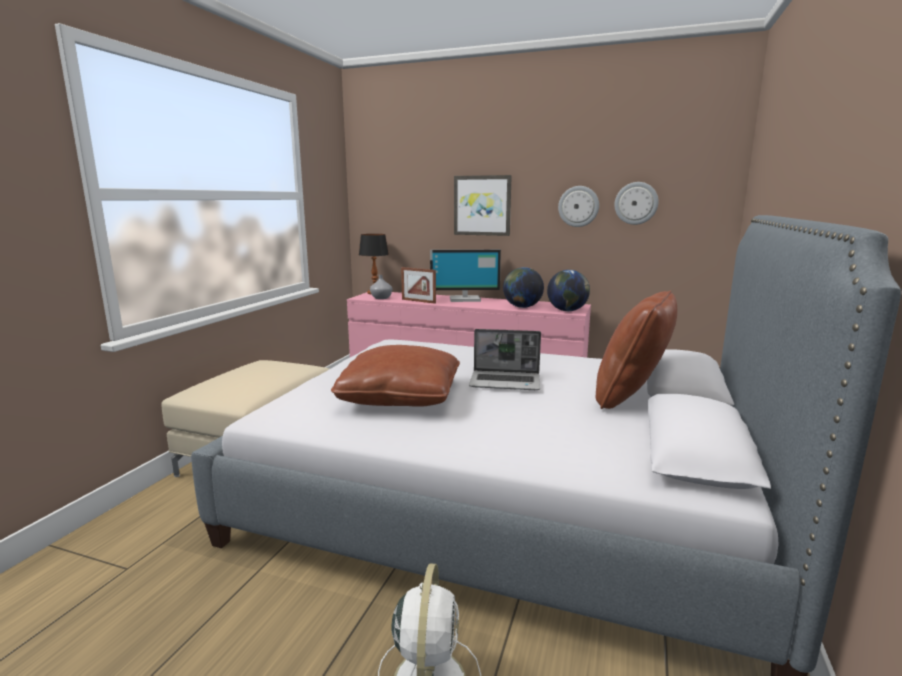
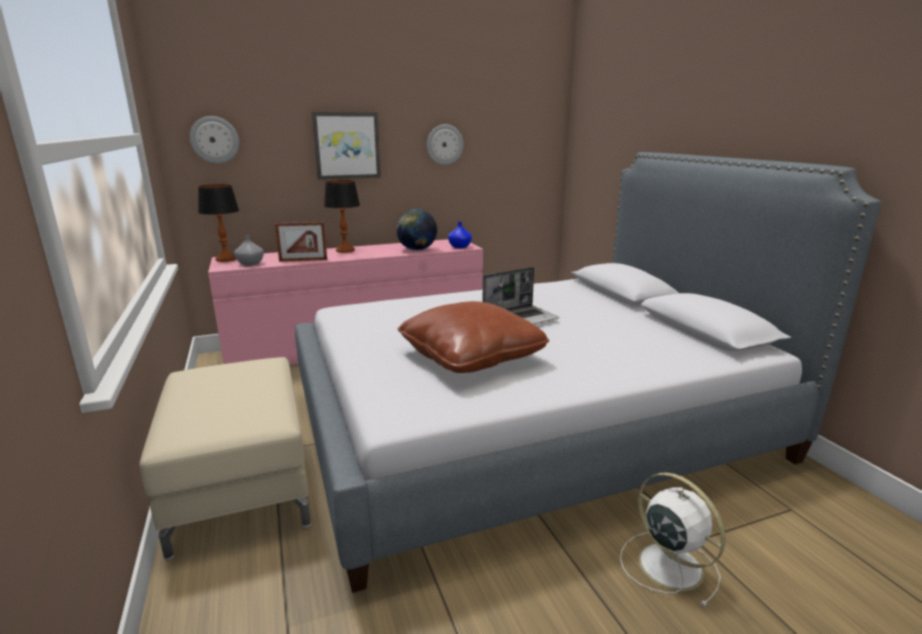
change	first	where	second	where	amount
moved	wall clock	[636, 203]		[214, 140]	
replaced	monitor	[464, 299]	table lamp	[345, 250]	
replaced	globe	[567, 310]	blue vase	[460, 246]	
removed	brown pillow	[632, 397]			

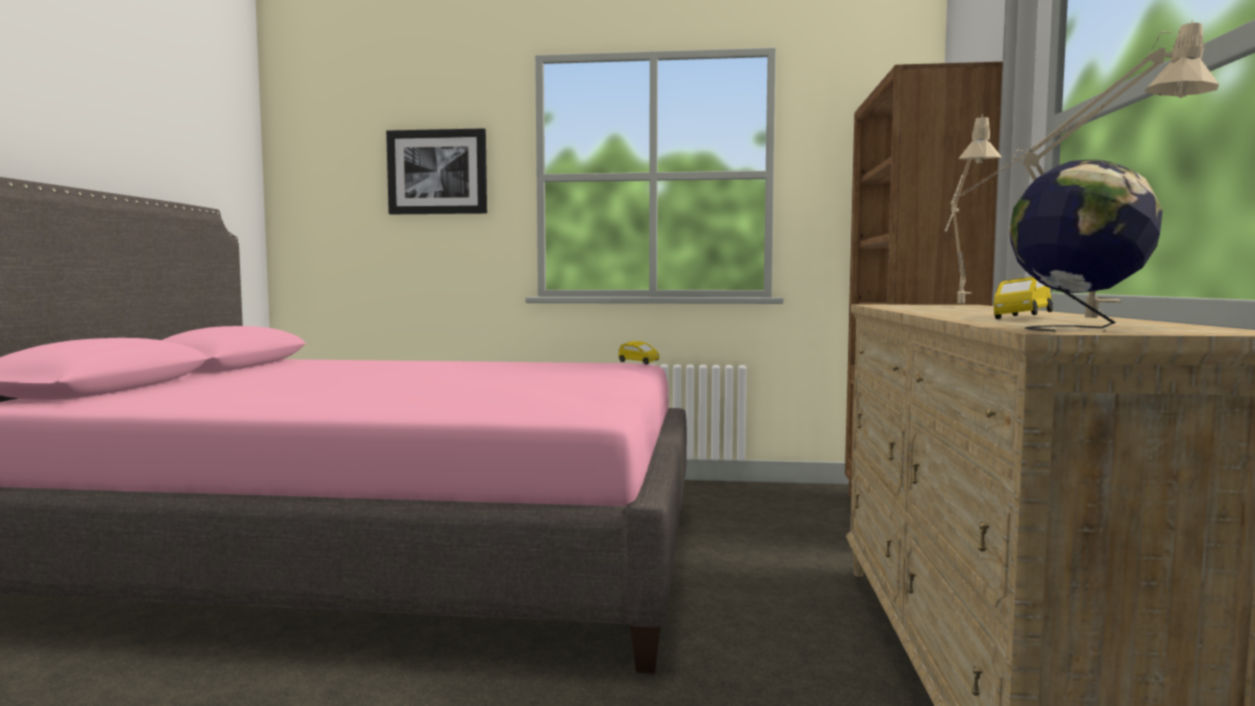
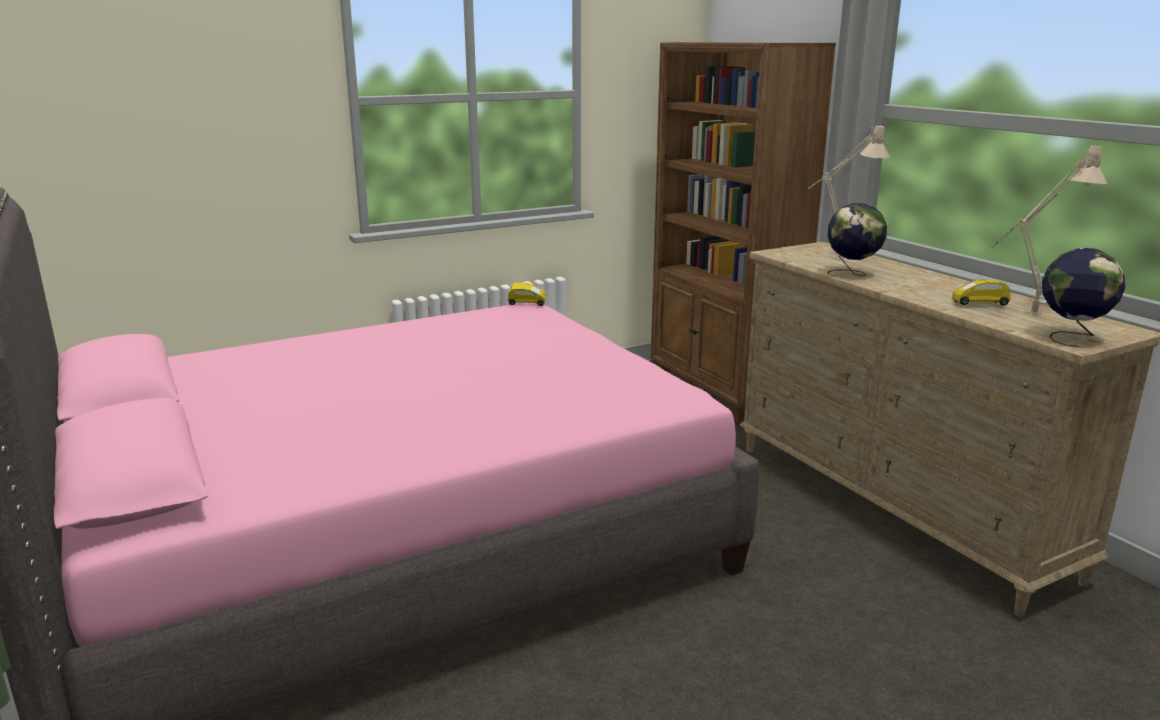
change	first	where	second	where	amount
added			globe	[852, 274]	
turned	yellow toy car	[1020, 318]		[979, 305]	90 degrees clockwise
removed	picture	[437, 172]			

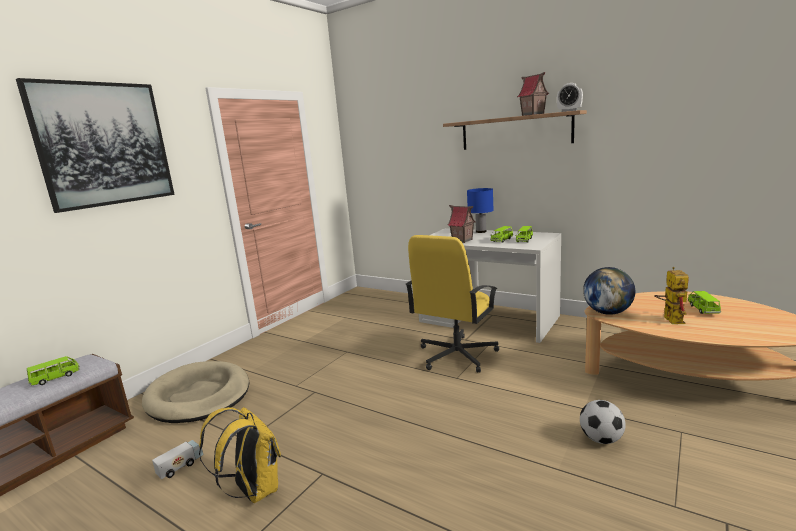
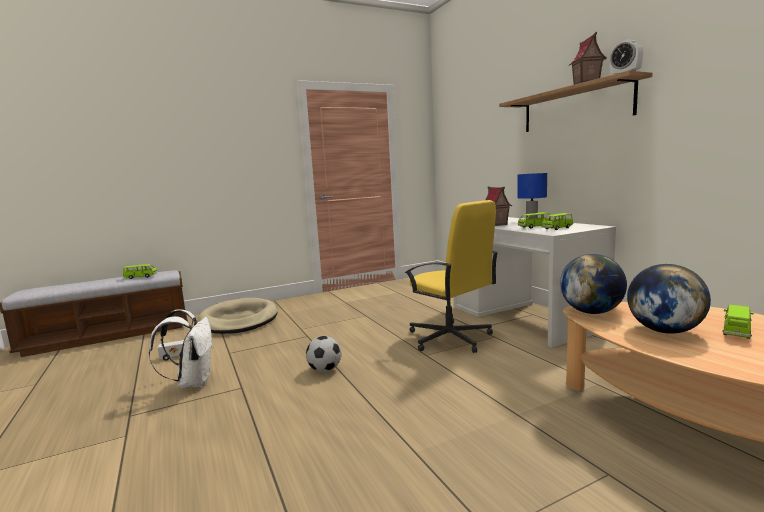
change	first	where	second	where	amount
recoloured	yellow backpack	[253, 490]	white backpack	[193, 382]	
moved	football	[601, 439]		[325, 370]	
turned	yellow office chair	[456, 355]		[450, 338]	105 degrees counterclockwise
replaced	toy robot	[669, 318]	globe	[664, 331]	
removed	picture	[104, 144]			

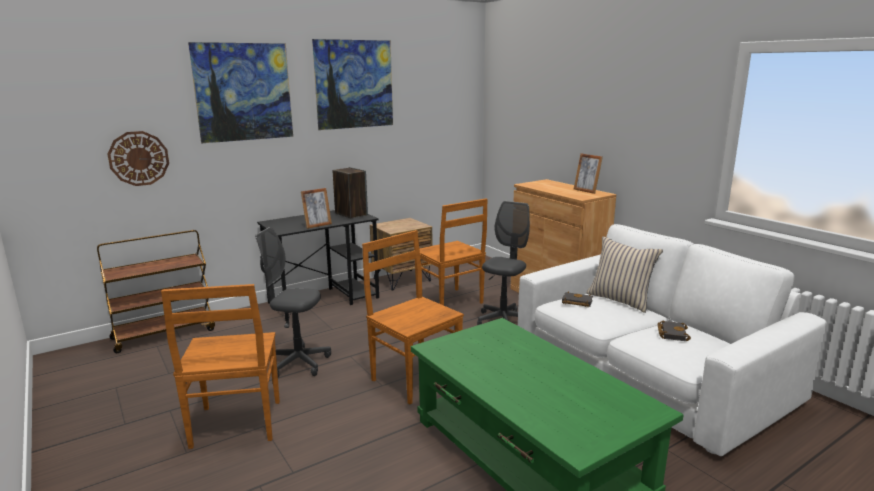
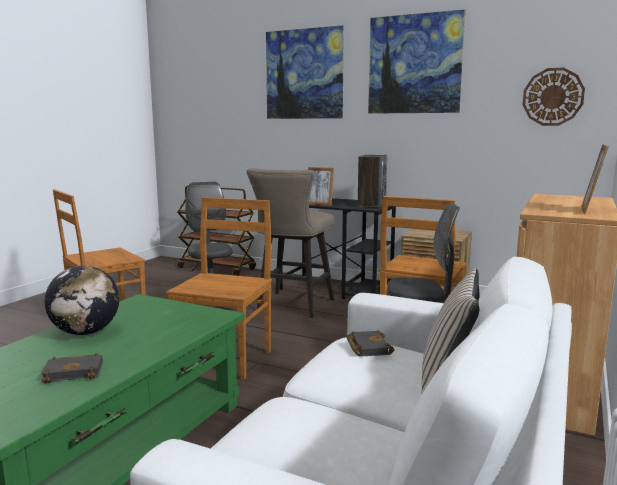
change	first	where	second	where	amount
moved	black book	[671, 333]		[75, 372]	
added			globe	[85, 332]	
added			beige stool	[292, 307]	
moved	wall clock	[139, 158]		[553, 97]	

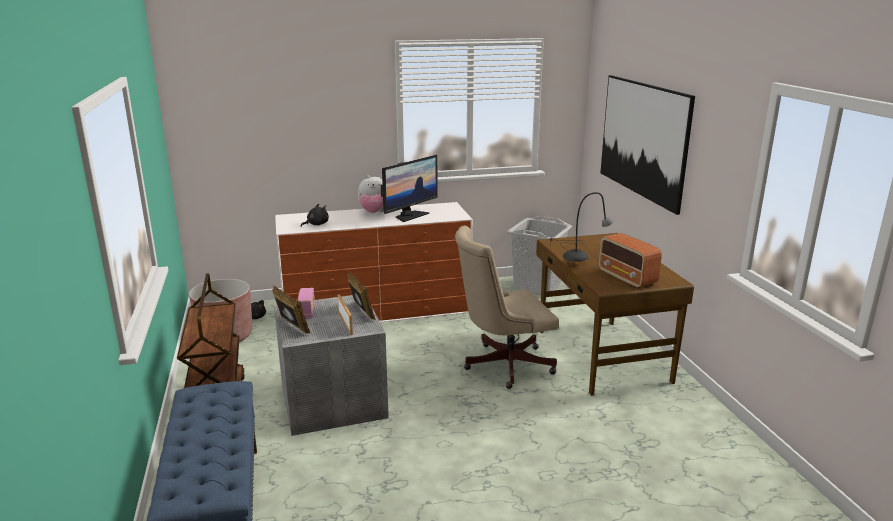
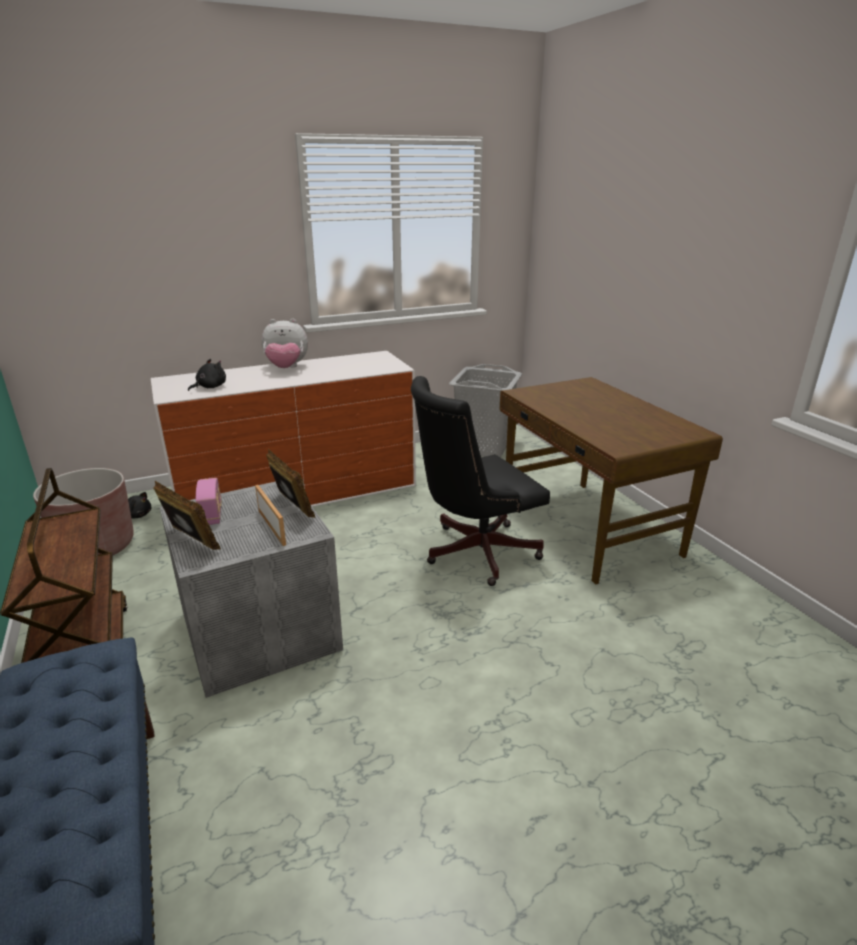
change	first	where	second	where	amount
recoloured	beige office chair	[502, 365]	black office chair	[474, 552]	
removed	monitor	[409, 215]			
removed	grey table lamp	[577, 259]			
removed	radio	[627, 278]			
removed	picture	[643, 139]			

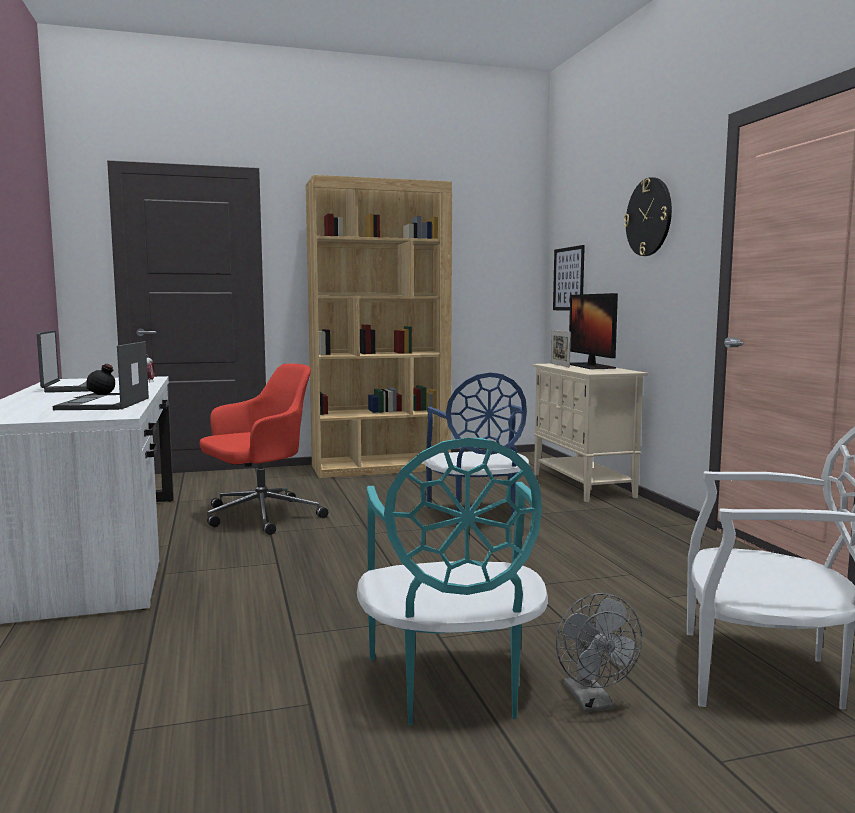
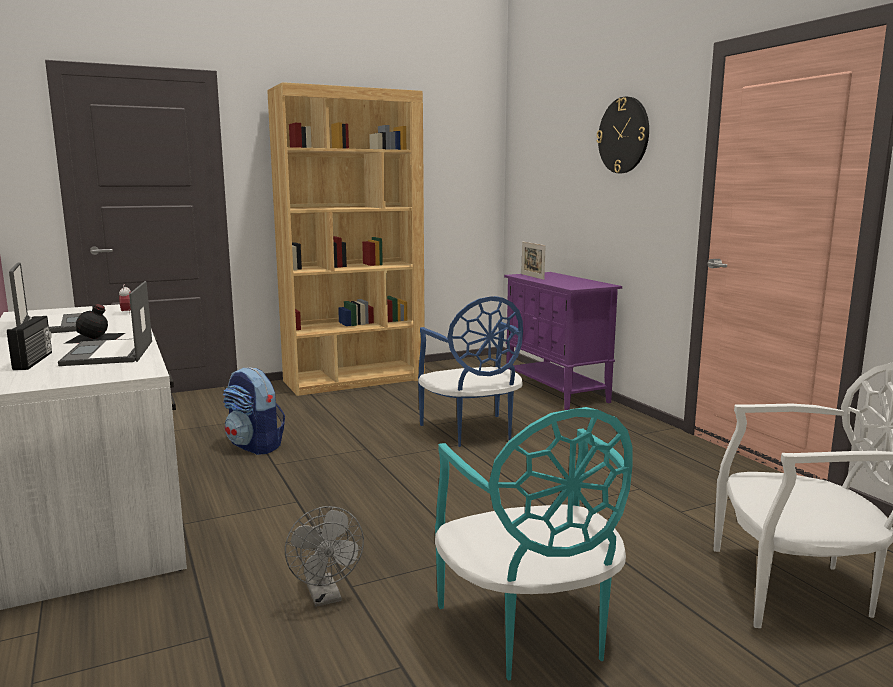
change	first	where	second	where	amount
added			radio	[34, 361]	
replaced	red office chair	[260, 516]	backpack	[255, 446]	
moved	grey fan	[593, 702]		[326, 597]	
recoloured	beige cabinet	[583, 485]	purple cabinet	[556, 391]	
removed	picture	[568, 279]			
removed	monitor	[590, 366]			

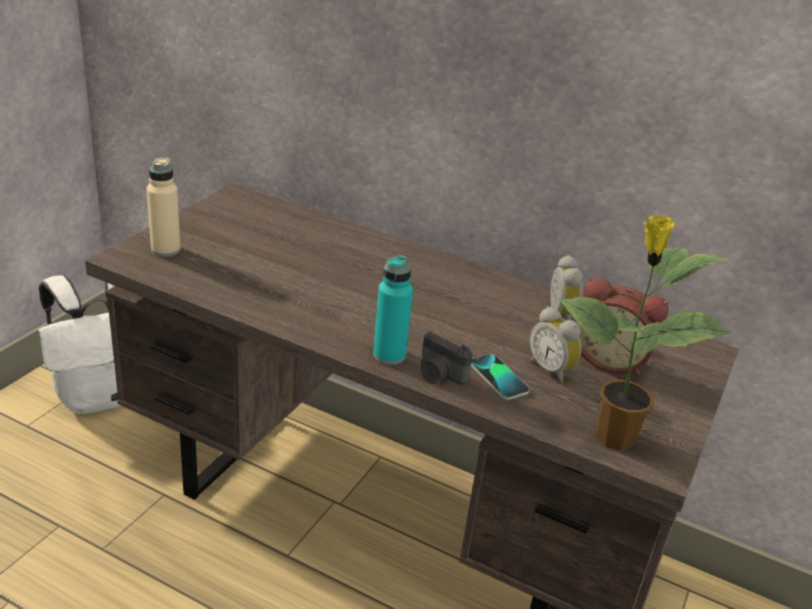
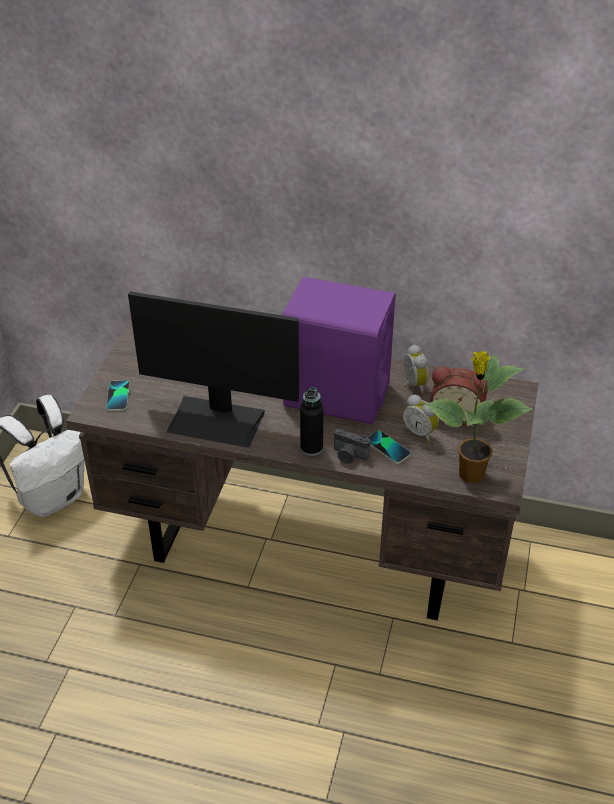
change	first	where	second	where	amount
replaced	beige bottle	[165, 250]	phone	[118, 396]	
added			monitor	[217, 420]	
added			purple speaker	[336, 395]	
recoloured	turquoise bottle	[389, 355]	black bottle	[311, 448]	

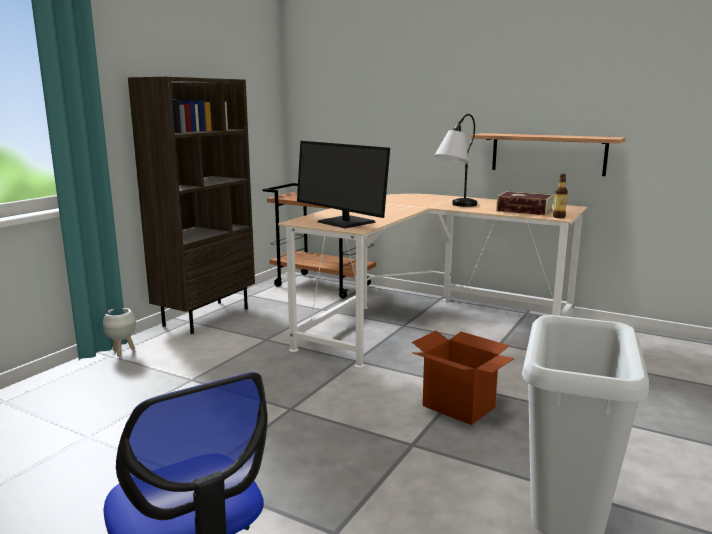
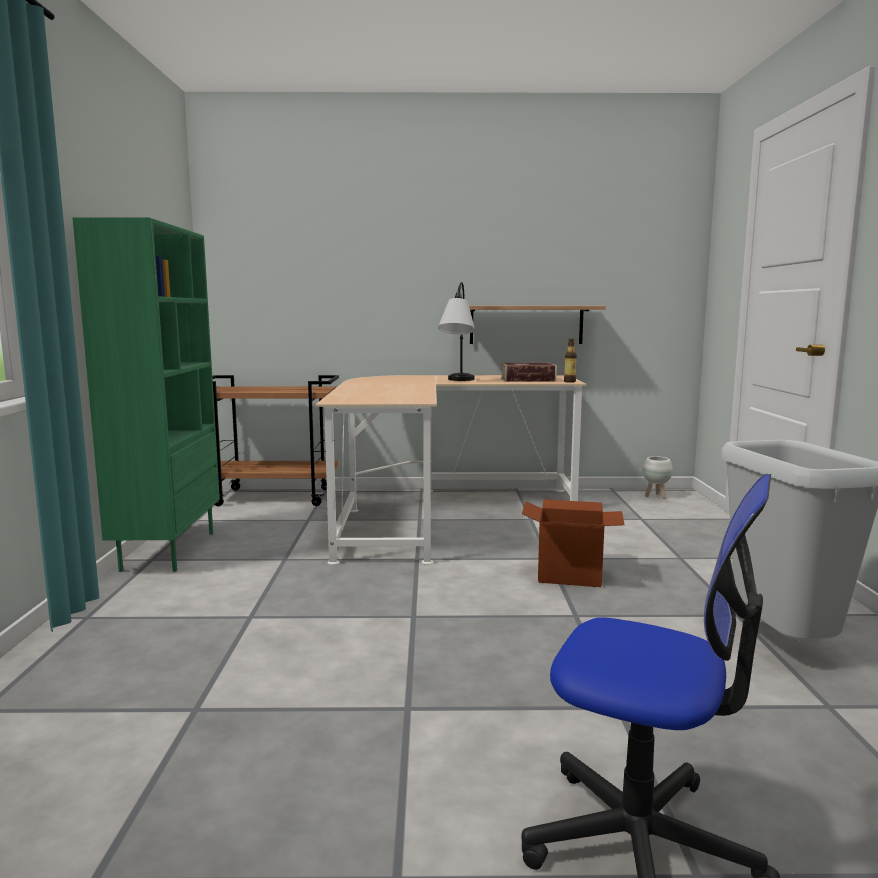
change	first	where	second	where	amount
recoloured	brown bookcase	[206, 316]	green bookcase	[168, 550]	
moved	white planter	[122, 352]		[656, 496]	
removed	monitor	[345, 222]			

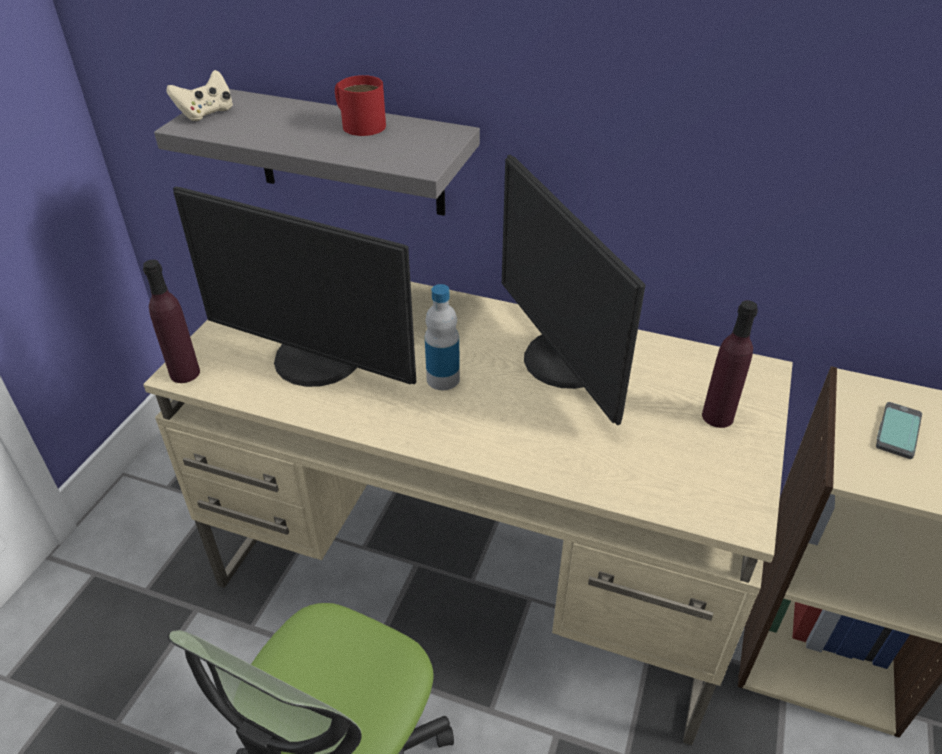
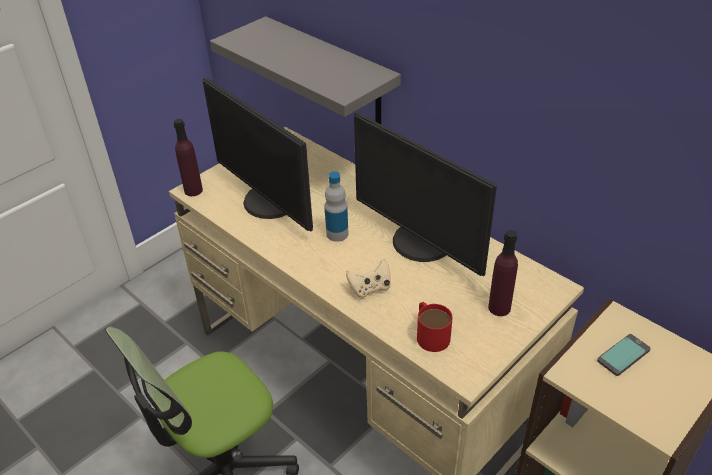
change	first	where	second	where	amount
moved	beige game controller	[206, 113]		[370, 288]	
turned	monitor	[562, 361]		[420, 243]	45 degrees counterclockwise
moved	red mug	[358, 123]		[430, 333]	

